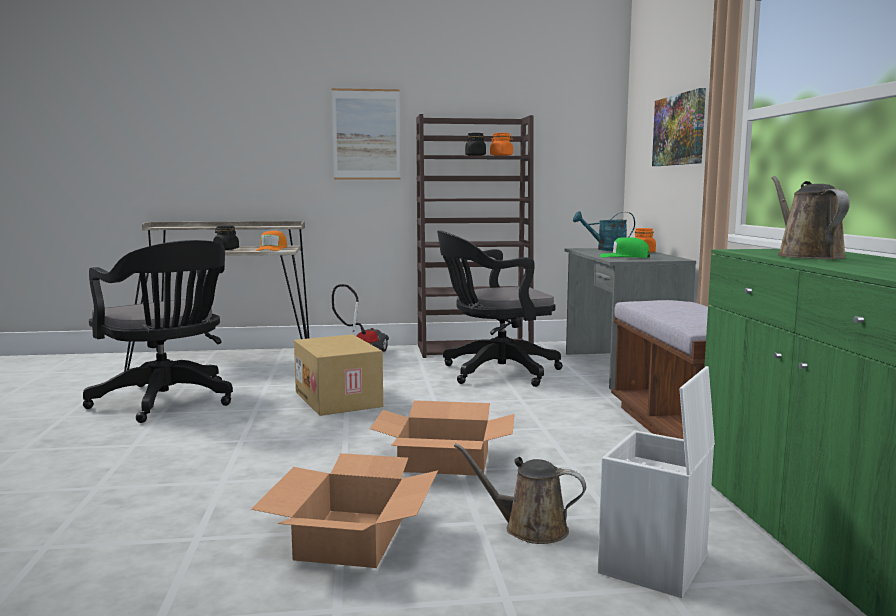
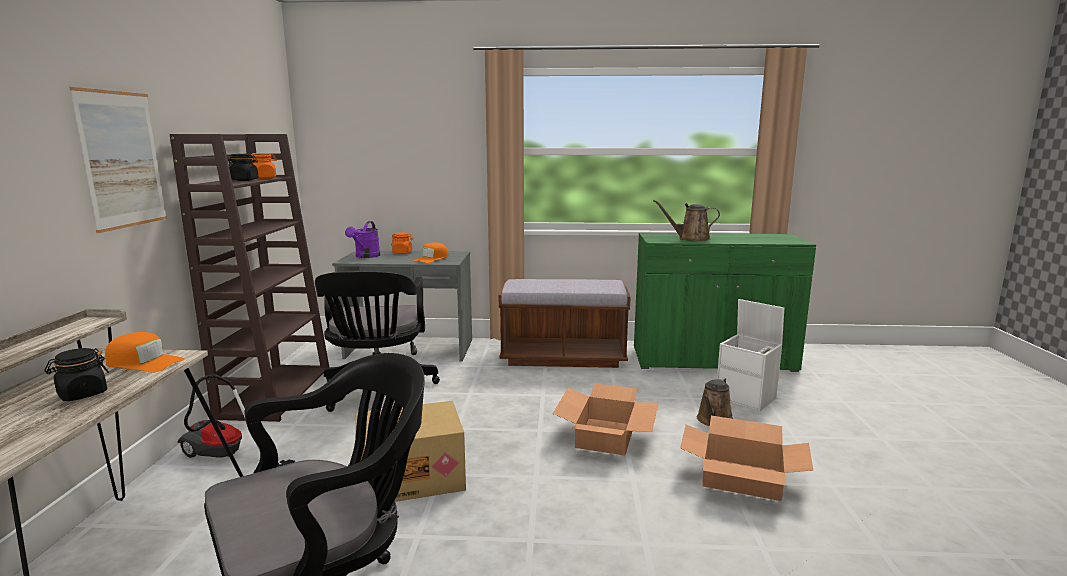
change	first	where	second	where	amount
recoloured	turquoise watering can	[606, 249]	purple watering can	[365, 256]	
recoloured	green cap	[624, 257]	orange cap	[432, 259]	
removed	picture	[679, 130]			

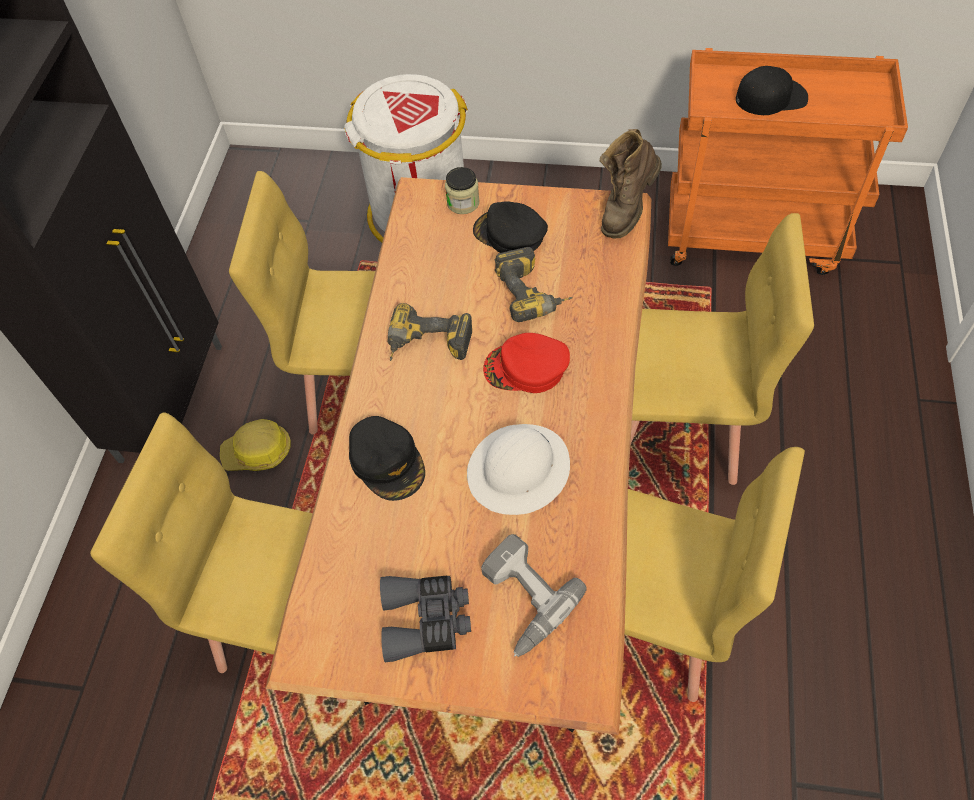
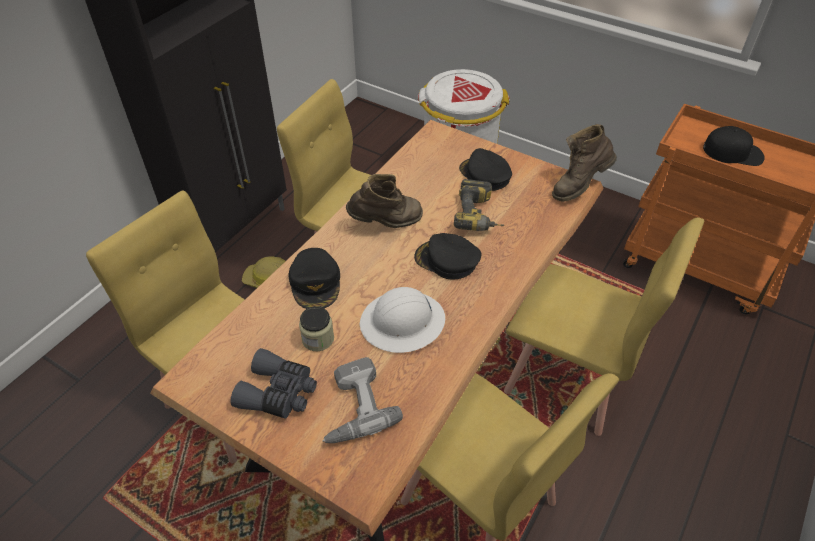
change	first	where	second	where	amount
moved	jar	[463, 203]		[318, 339]	
replaced	power drill	[428, 347]	brown boot	[386, 224]	
recoloured	red cap	[526, 368]	black cap	[447, 260]	

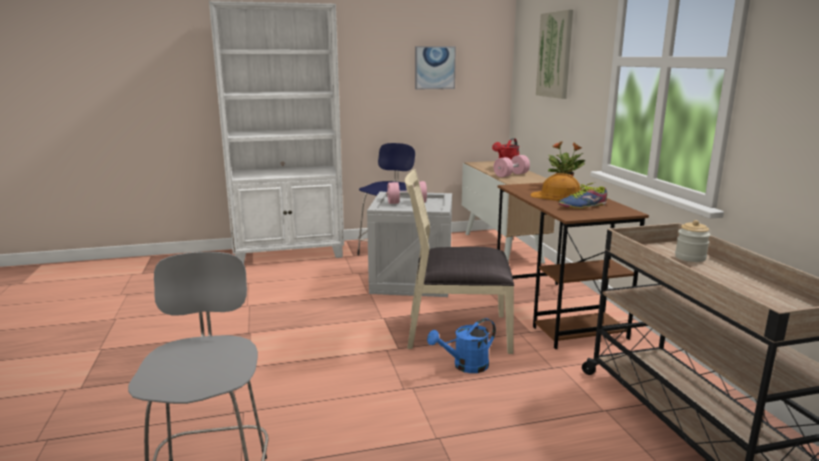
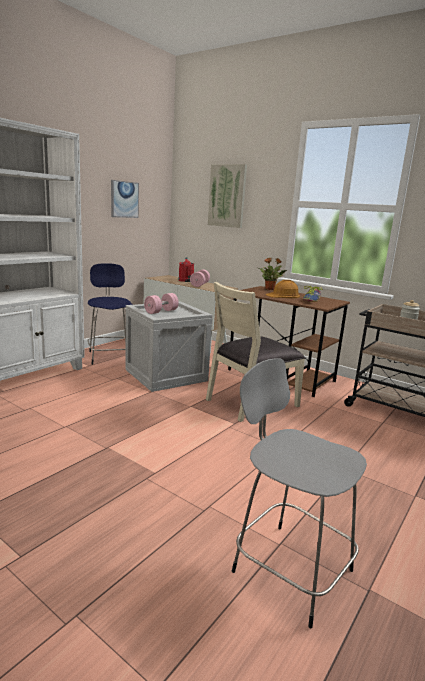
change	first	where	second	where	amount
removed	blue watering can	[465, 366]			

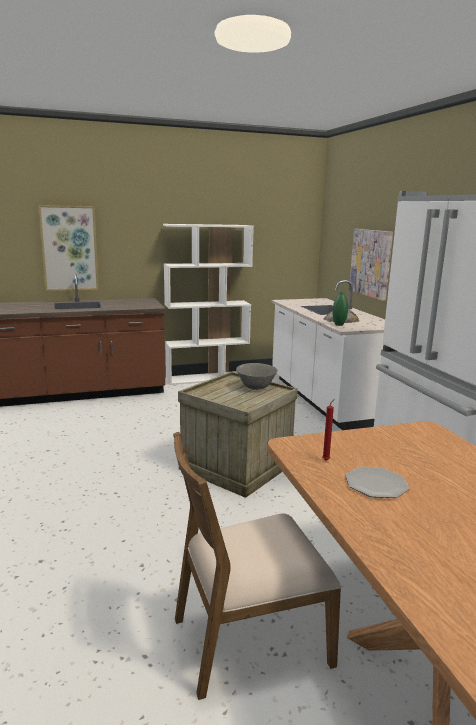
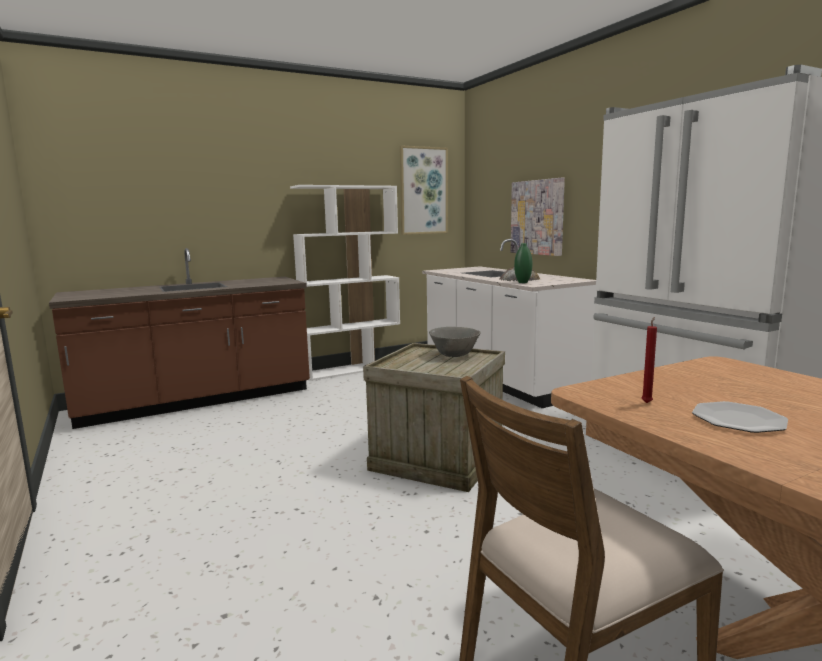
change	first	where	second	where	amount
moved	picture	[69, 248]		[423, 191]	

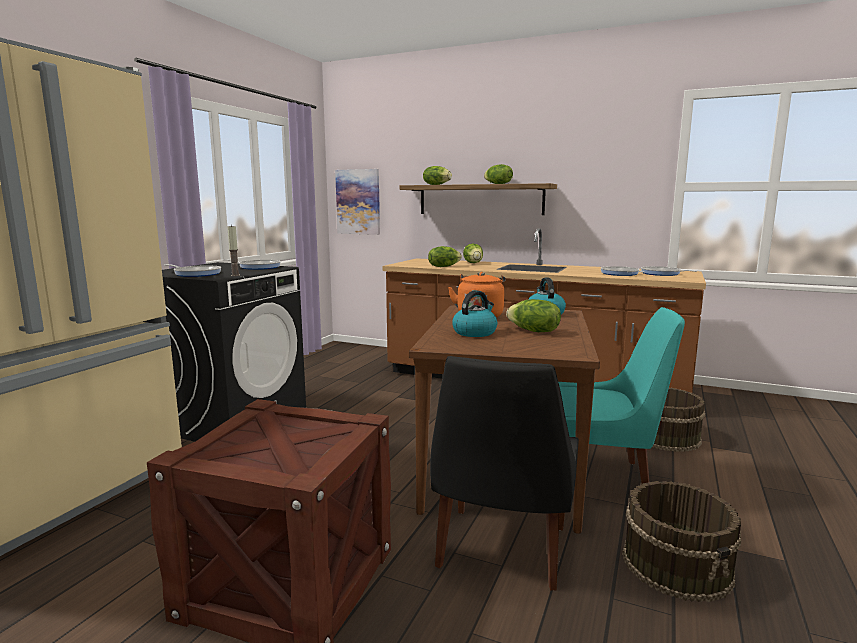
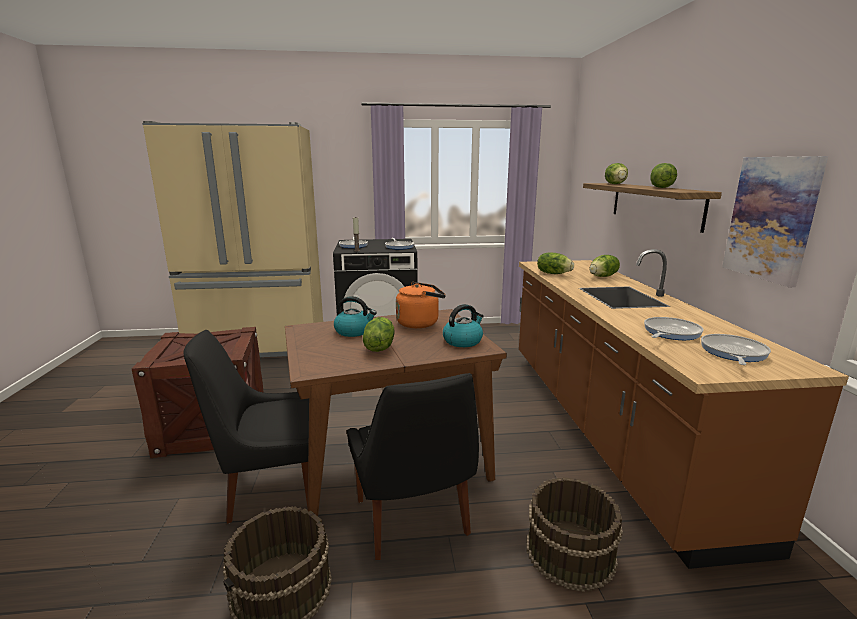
change	first	where	second	where	amount
recoloured	turquoise chair	[604, 480]	black chair	[413, 520]	
moved	picture	[358, 202]		[771, 218]	

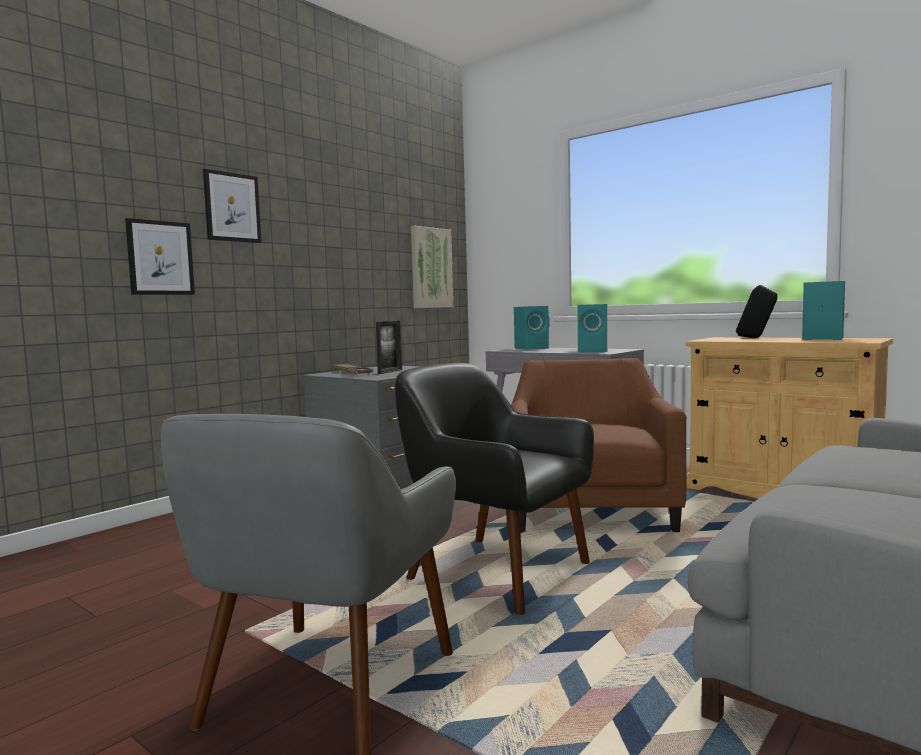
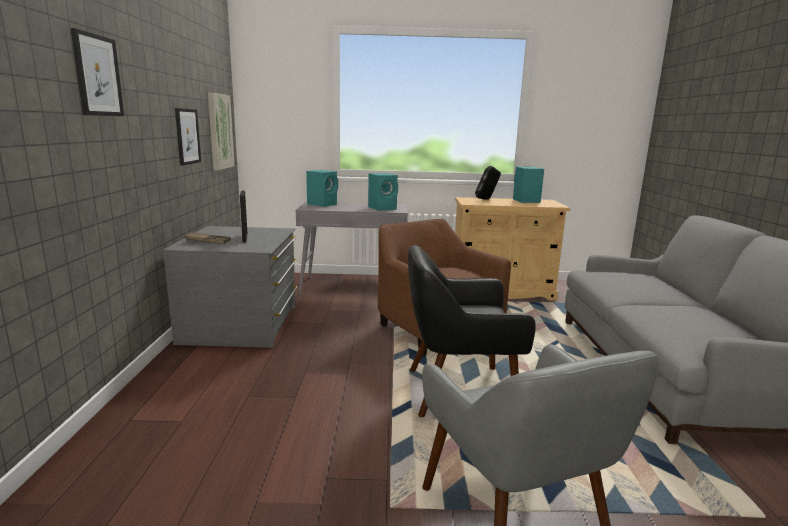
change	first	where	second	where	amount
moved	picture	[160, 258]		[187, 136]	

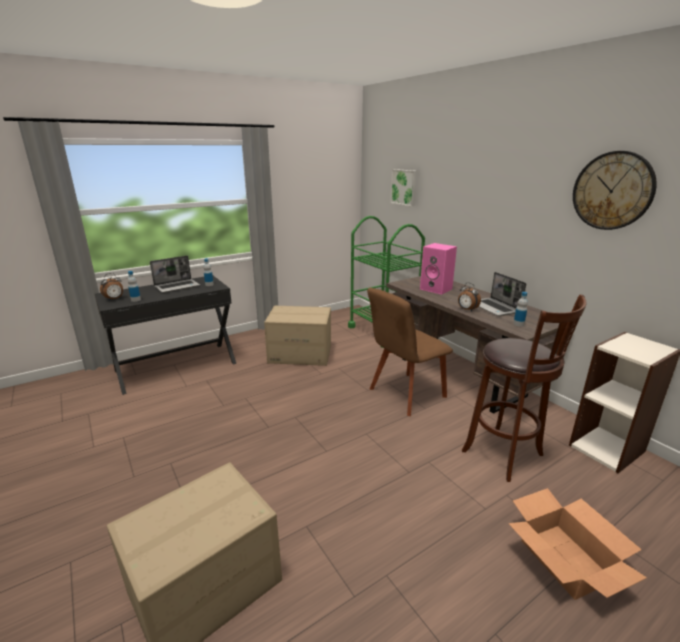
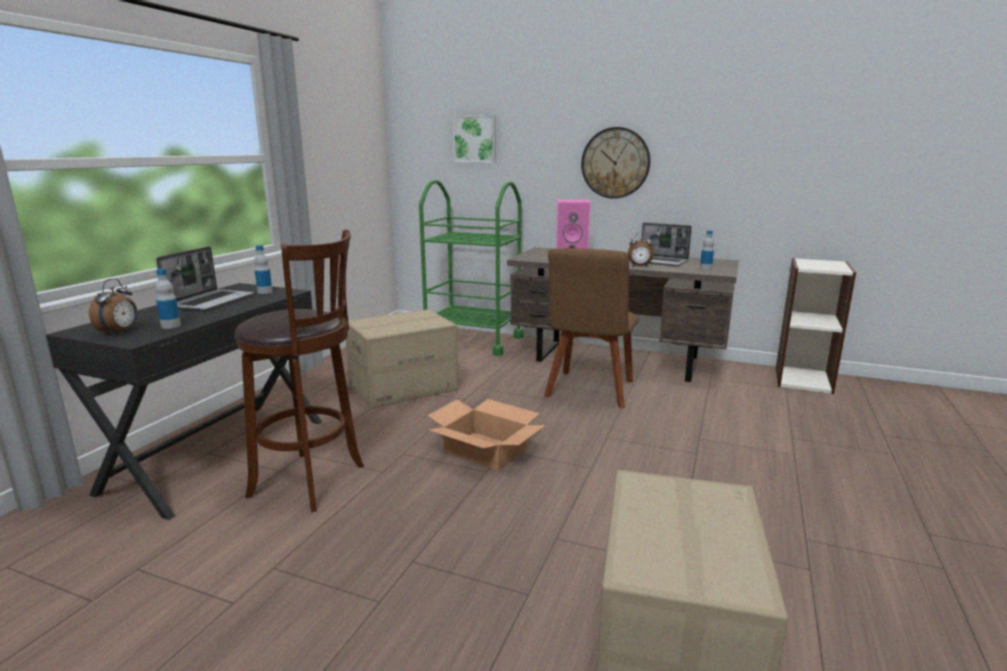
change	first	where	second	where	amount
moved	brown stool	[506, 455]		[312, 481]	
moved	cardboard box	[565, 559]		[485, 450]	
moved	wall clock	[612, 191]		[615, 163]	

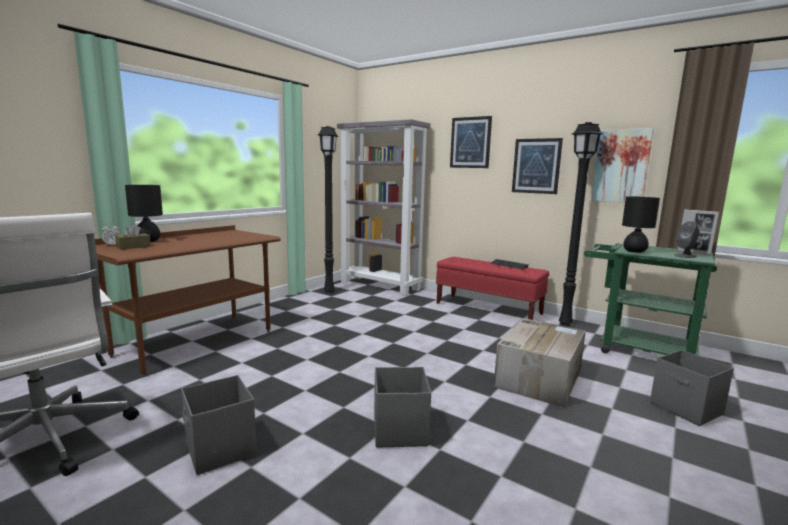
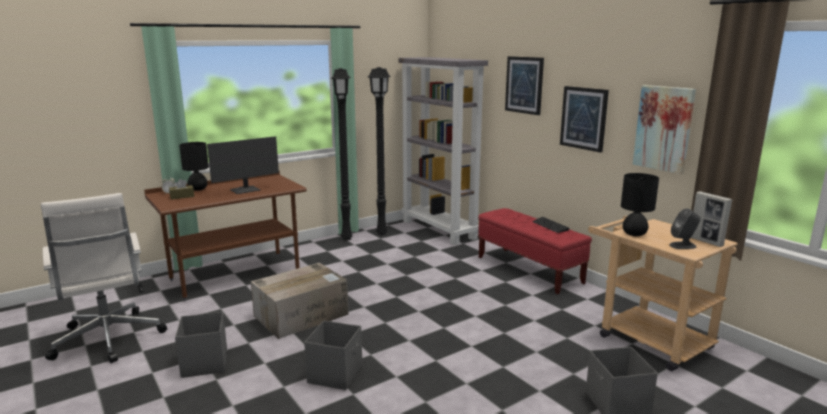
change	first	where	second	where	amount
added			monitor	[245, 190]	
moved	cardboard box	[539, 377]		[302, 315]	
moved	black floor lamp	[565, 324]		[347, 238]	
recoloured	green cart	[636, 349]	beige cart	[646, 338]	

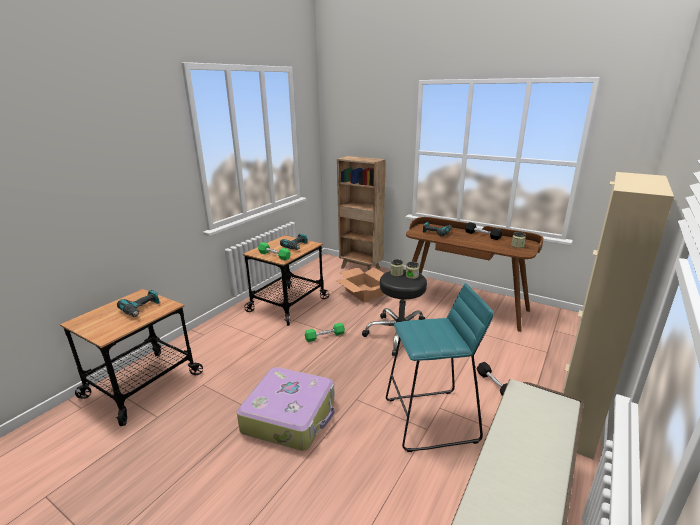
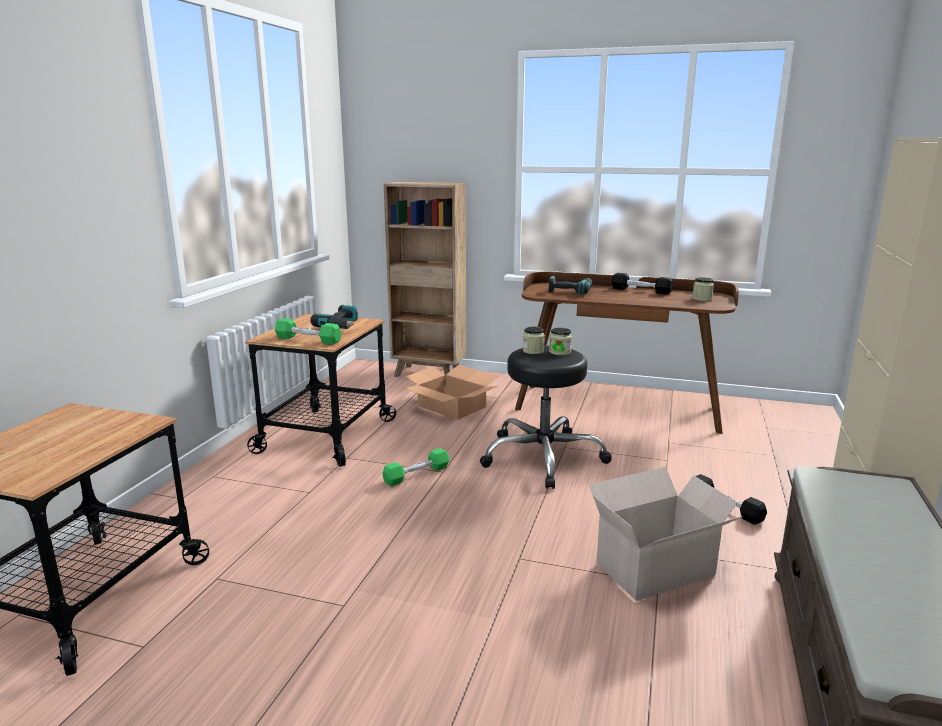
change	first	where	second	where	amount
replaced	turquoise stool	[431, 420]	cardboard box	[658, 569]	
removed	power drill	[142, 309]			
removed	suitcase	[290, 416]			

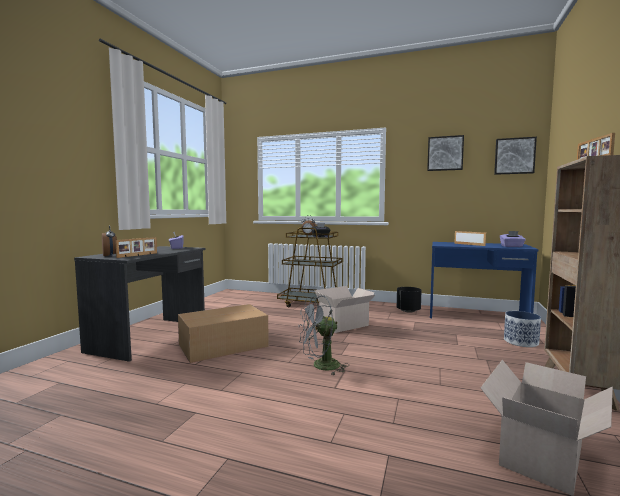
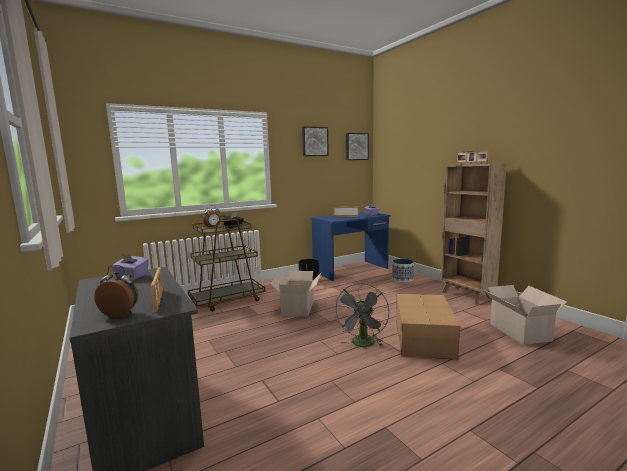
change	first	where	second	where	amount
moved	cardboard box	[225, 345]		[424, 337]	

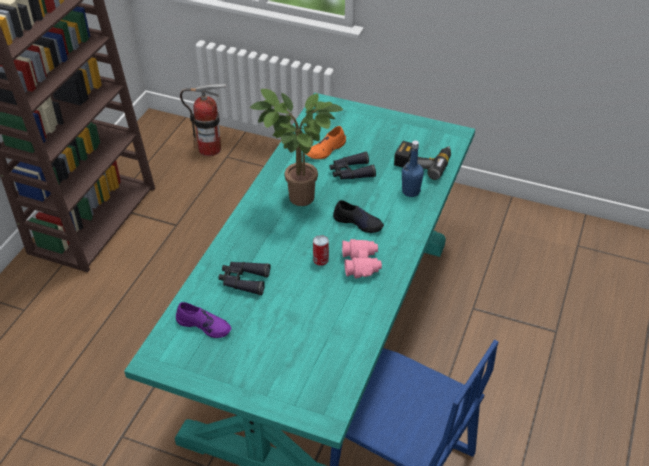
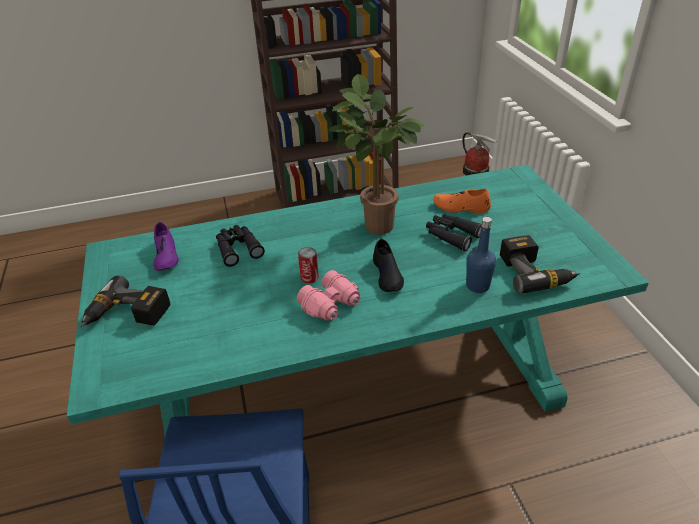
change	first	where	second	where	amount
added			power drill	[127, 315]	

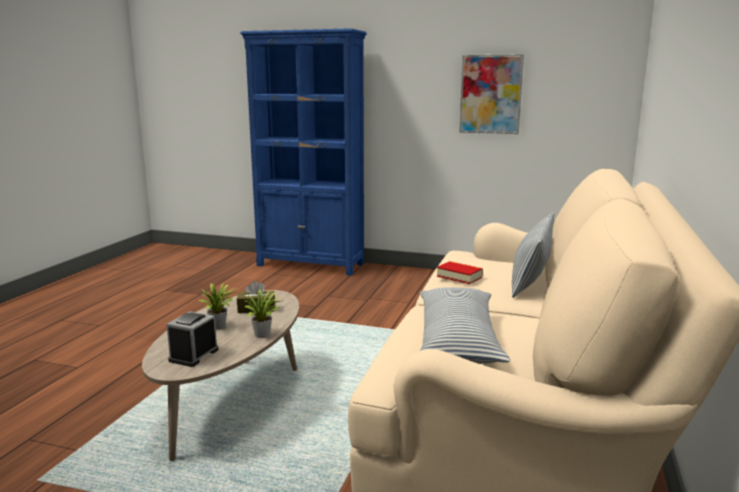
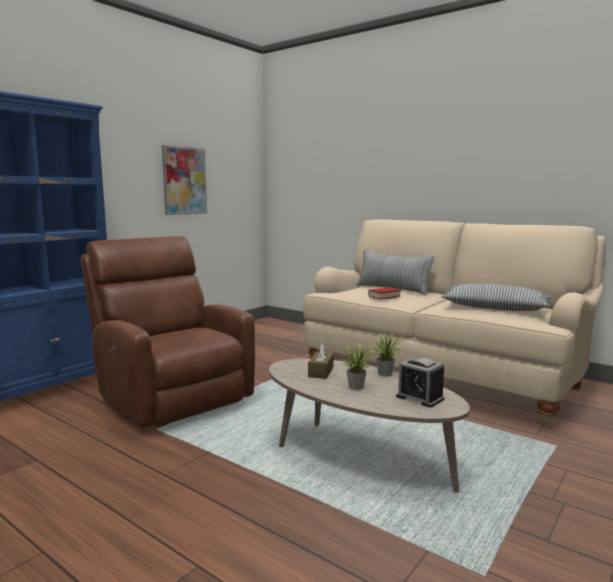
change	first	where	second	where	amount
added			brown armchair	[171, 398]	

